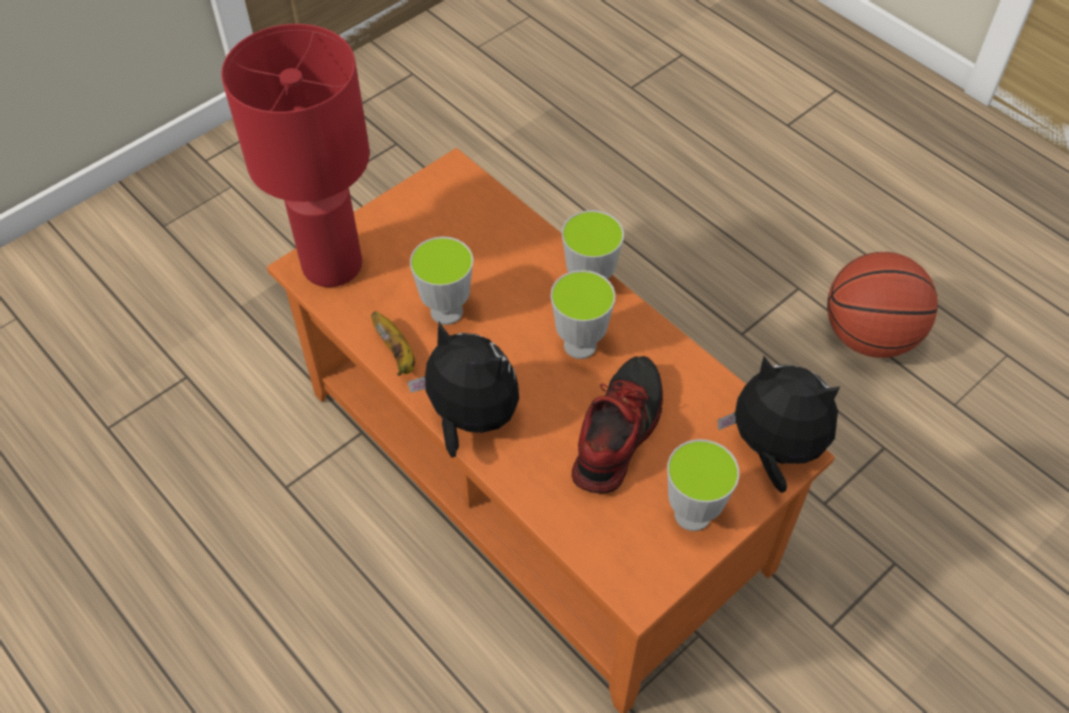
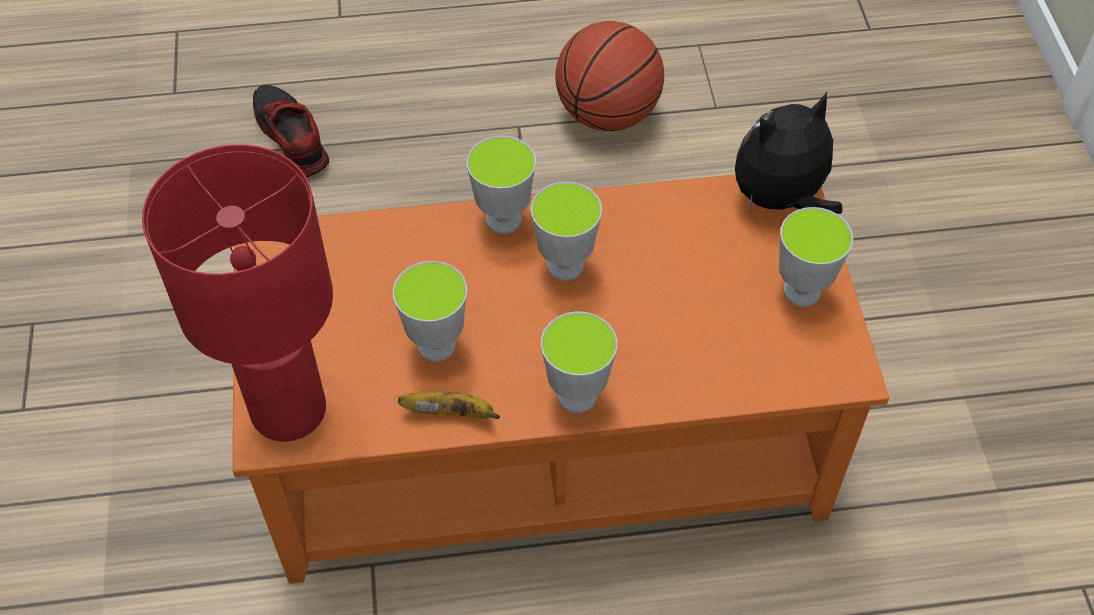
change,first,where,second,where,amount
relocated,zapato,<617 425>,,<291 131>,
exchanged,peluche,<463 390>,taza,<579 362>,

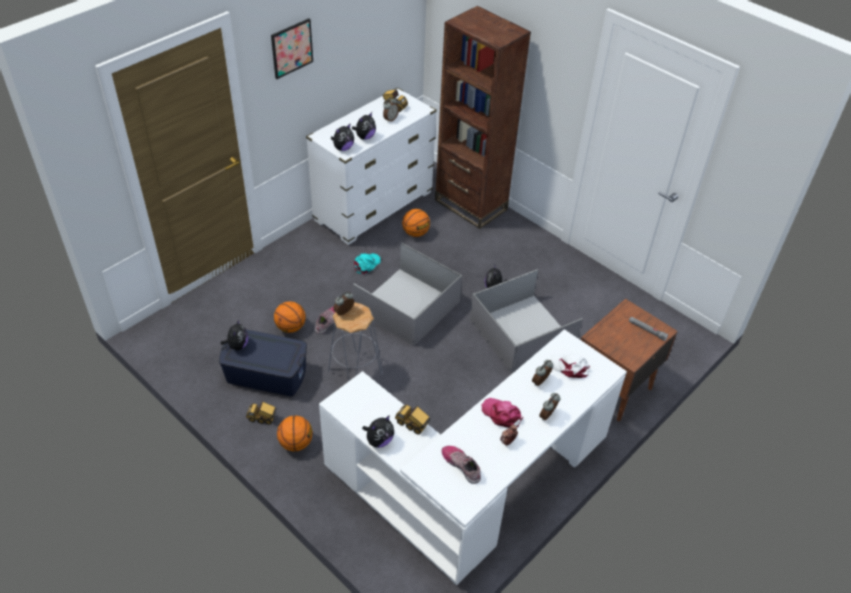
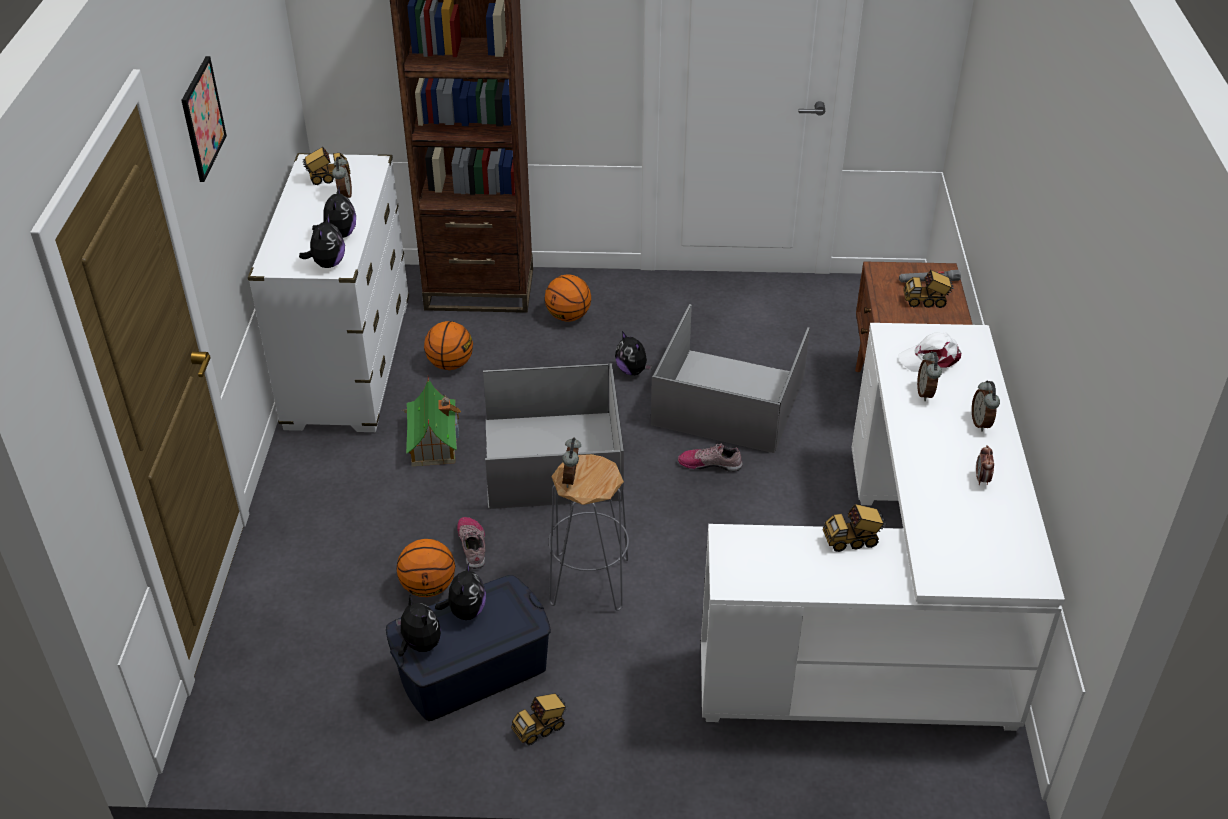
change,first,where,second,where,amount
missing,gorra [rosa],<502 413>,,,
appeared,,,camión de juguete,<928 289>,
relocated,balón de baloncesto,<295 433>,,<568 298>,
relocated,peluche,<378 431>,,<460 591>,
relocated,zapato,<461 465>,,<710 457>,
exchanged,gorra [turquesa],<367 264>,casita,<432 421>,

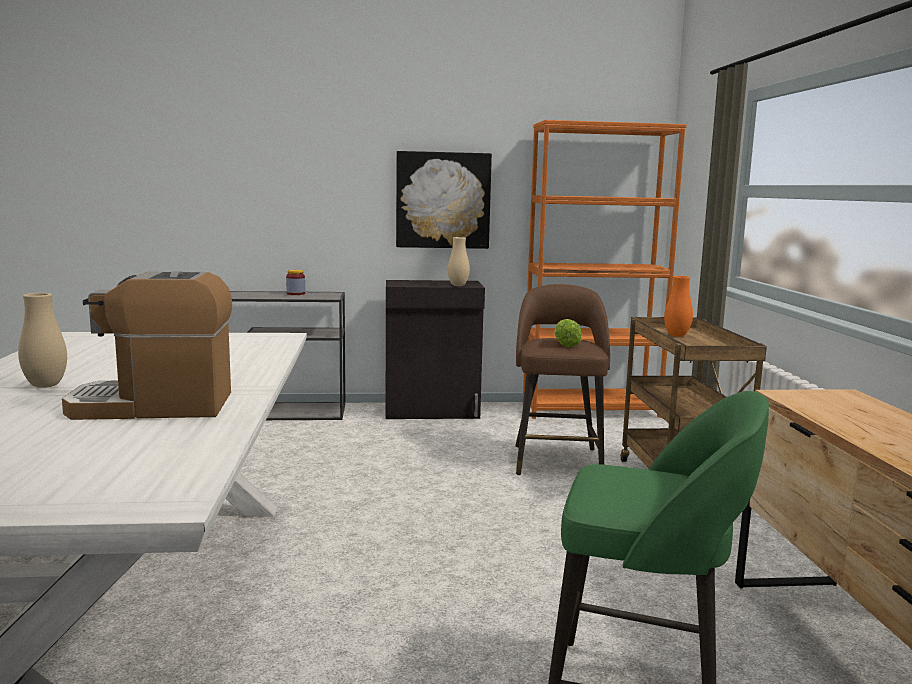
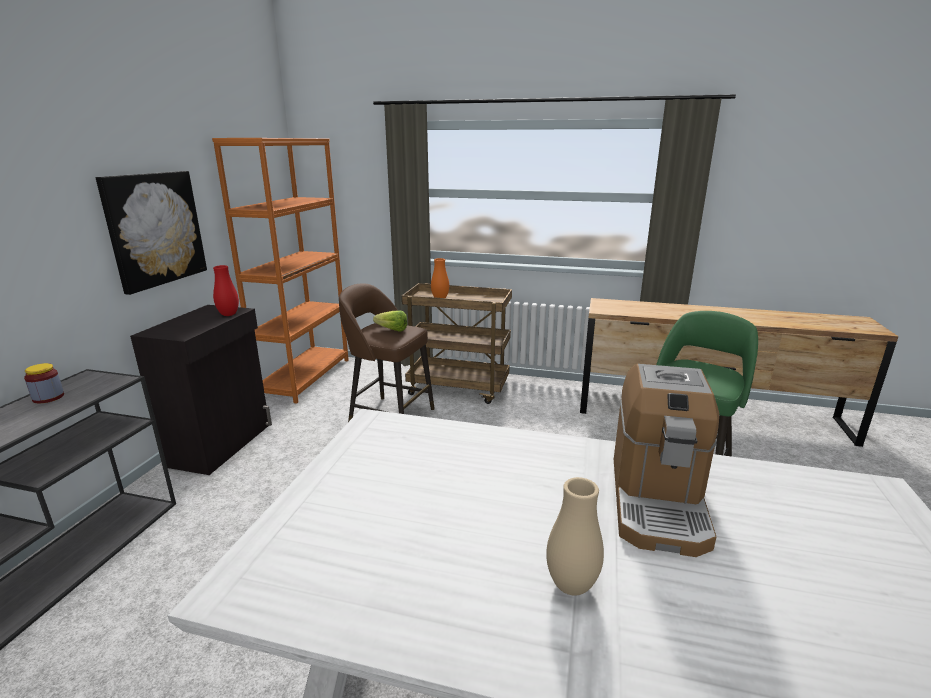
change,first,where,second,where,amount
colour,florero [beis],<459 261>,florero [rojo],<226 290>,

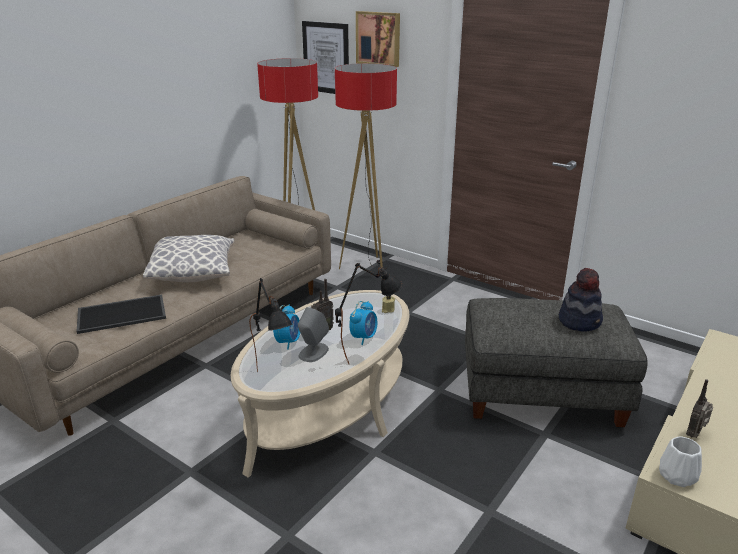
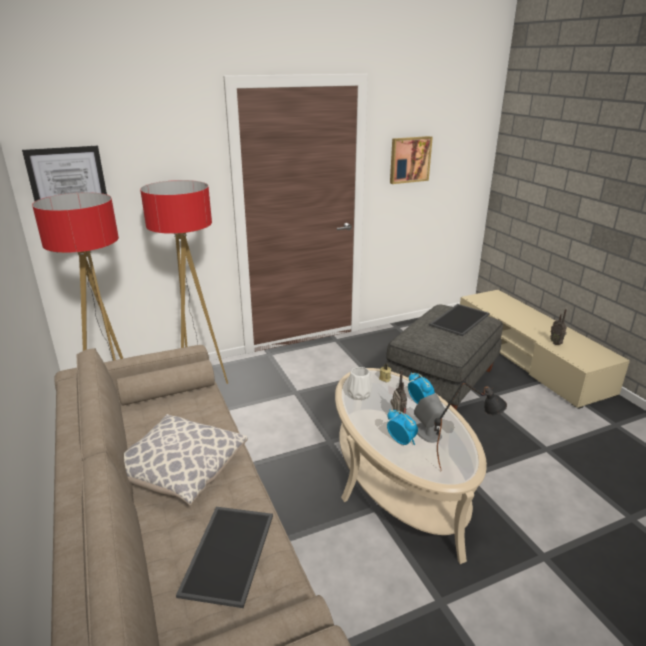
change,first,where,second,where,amount
missing,lámpara de mesa [negro],<368 314>,,,
relocated,cuadro,<378 39>,,<411 160>,
relocated,florero [blanco],<680 461>,,<359 383>,
exchanged,sombrero,<581 300>,bandeja,<459 320>,

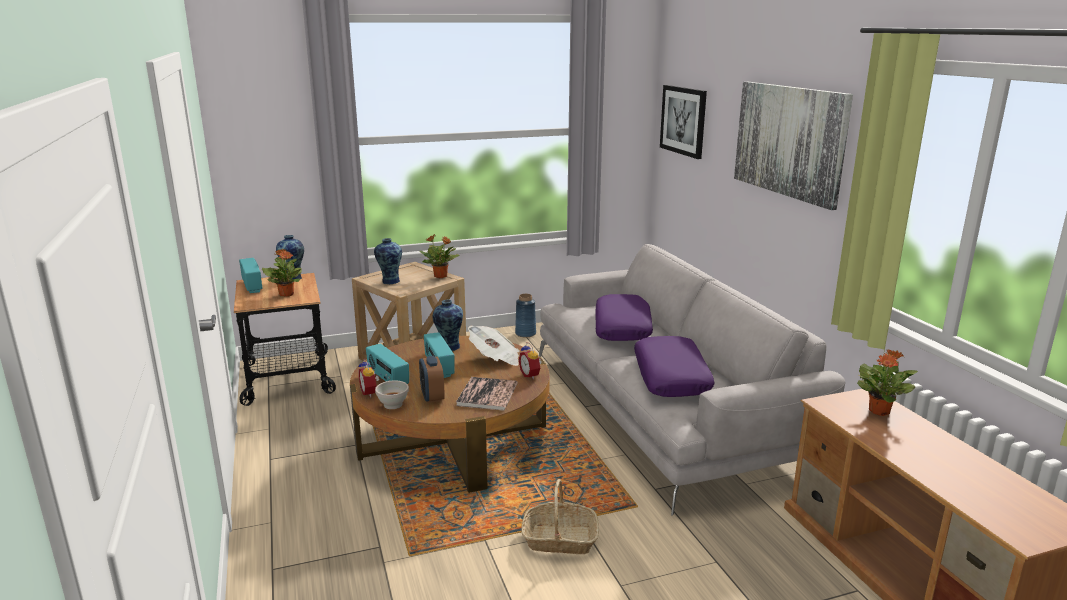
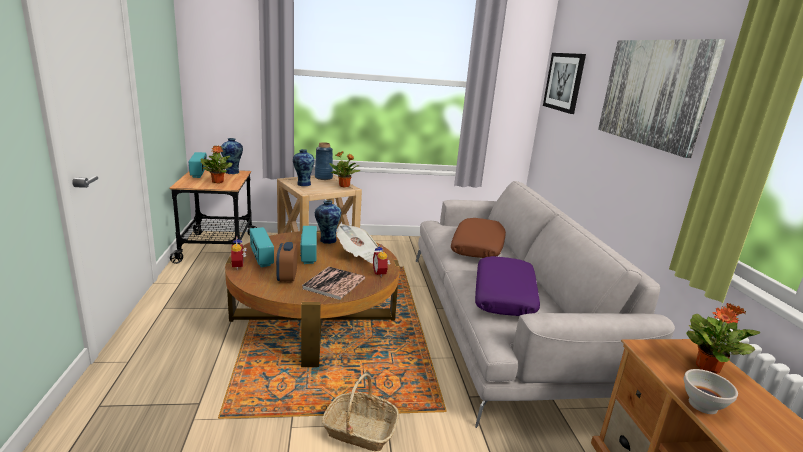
change,first,where,second,where,amount
relocated,cuenco [blanco],<392 394>,,<710 391>,
relocated,florero [azul],<525 316>,,<324 161>,
colour,cojín [morado],<624 317>,cojín [marrón],<478 238>,

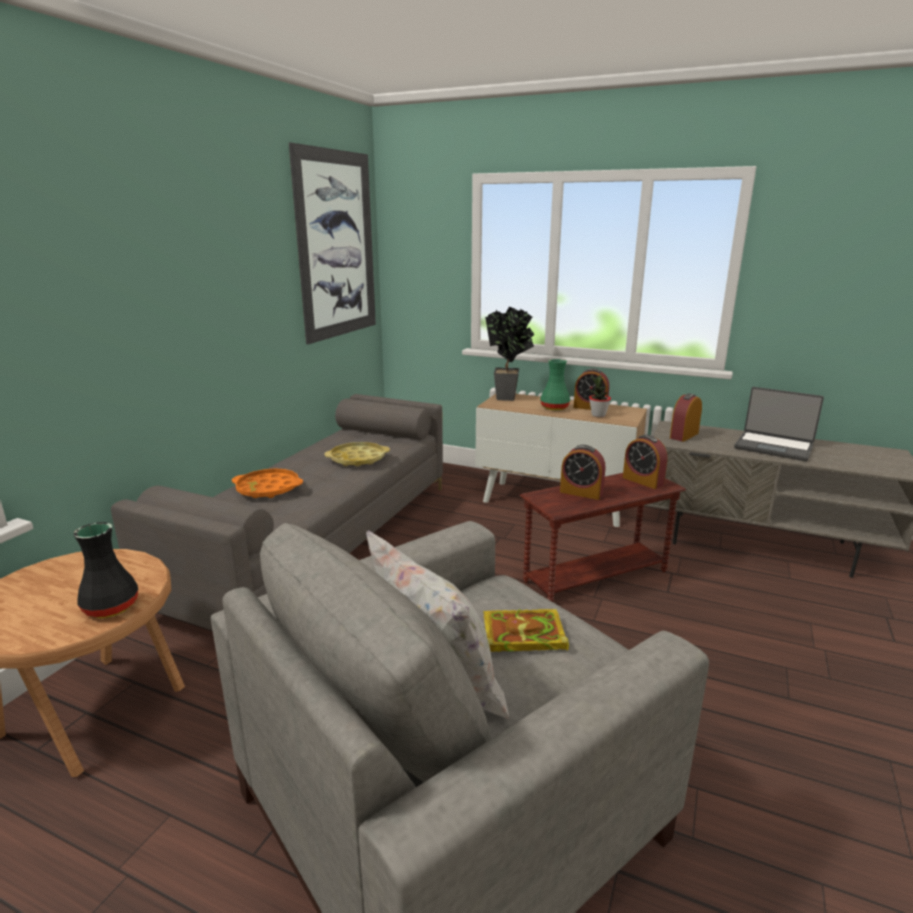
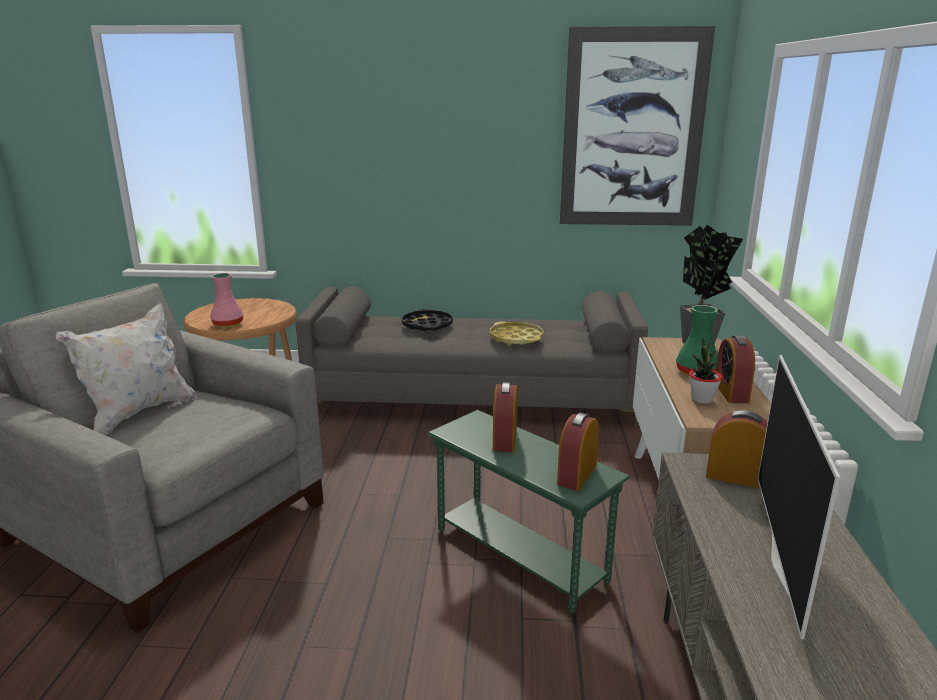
change,first,where,second,where,amount
missing,libro,<526 630>,,,
exchanged,portátil,<779 424>,televisor,<799 497>,
colour,florero [negro],<106 570>,florero [rosa],<227 300>,
colour,bandeja [naranja],<267 483>,bandeja [negro],<427 320>,
colour,mesa auxiliar [marrón],<602 537>,mesa auxiliar [verde],<528 512>,

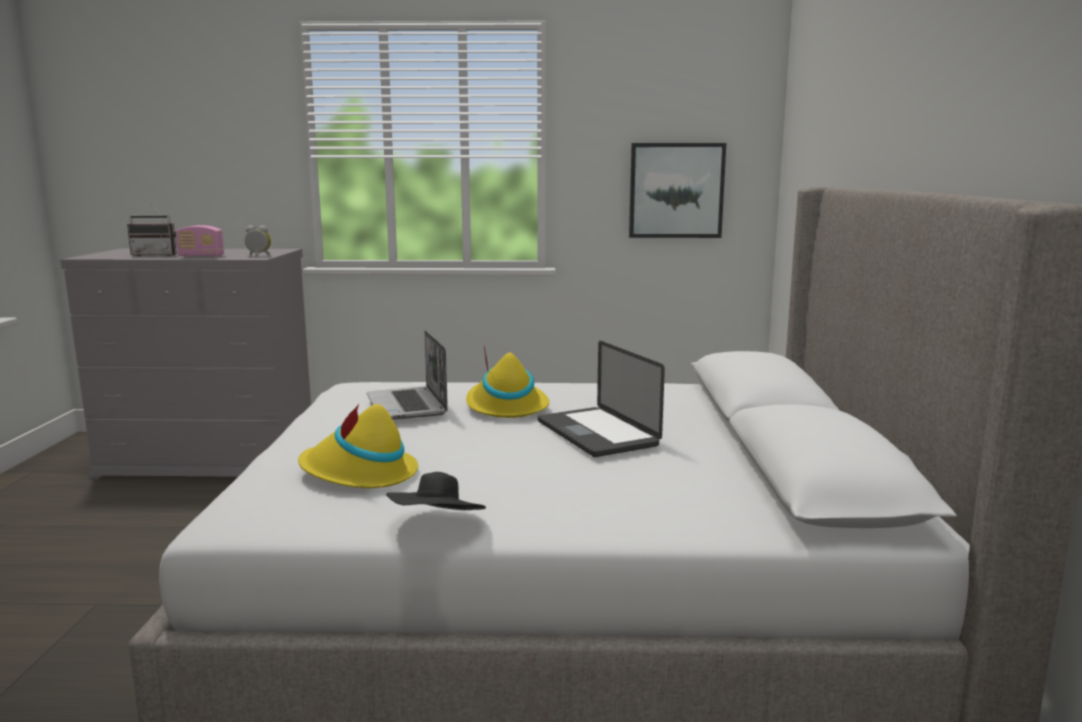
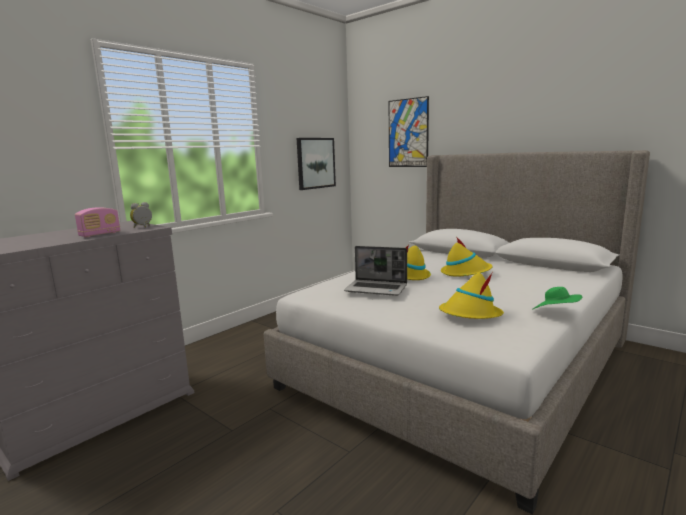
change,first,where,second,where,amount
missing,radio,<152 230>,,,
appeared,,,cuadro,<409 131>,
exchanged,portátil,<601 399>,sombrero [amarillo],<467 257>,
colour,sombrero [negro],<436 491>,sombrero [verde],<557 298>,

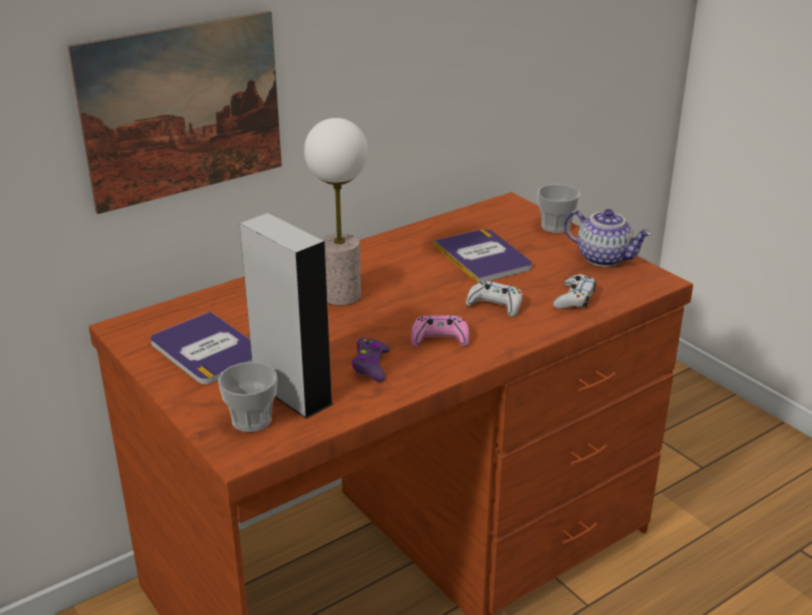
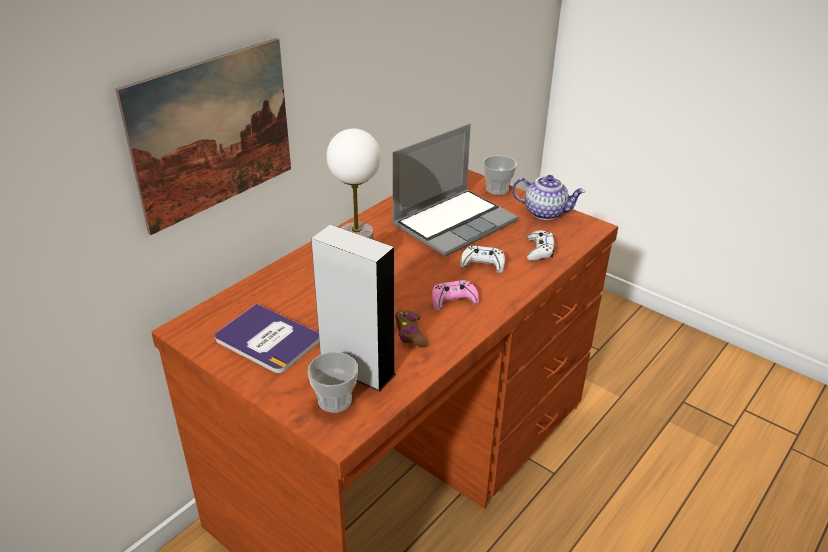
change,first,where,second,where,amount
exchanged,libro,<483 256>,portátil,<455 190>,
colour,mando de consola [morado],<371 359>,mando de consola [marrón],<411 329>,

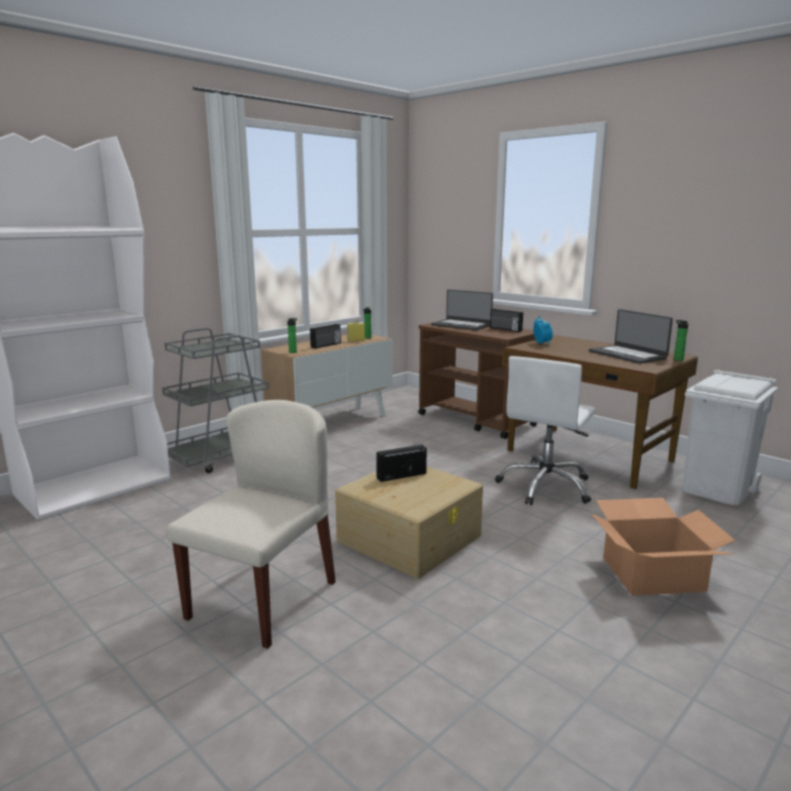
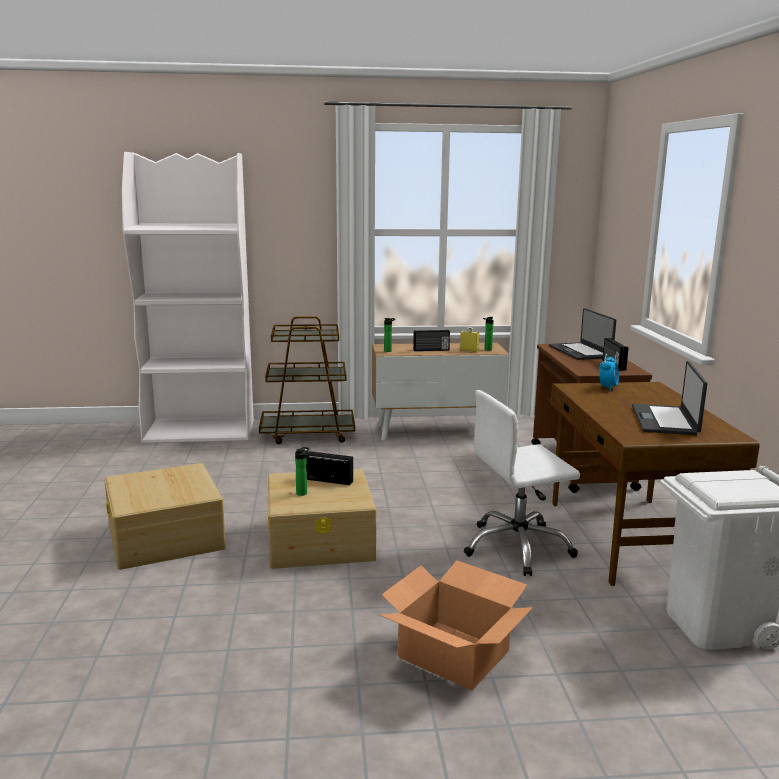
change,first,where,second,where,amount
relocated,botella,<681 340>,,<302 471>,
exchanged,silla [beis],<251 524>,caja de almacenaje [beis],<165 516>,
colour,carrito [gris],<215 400>,carrito [marrón],<307 380>,

